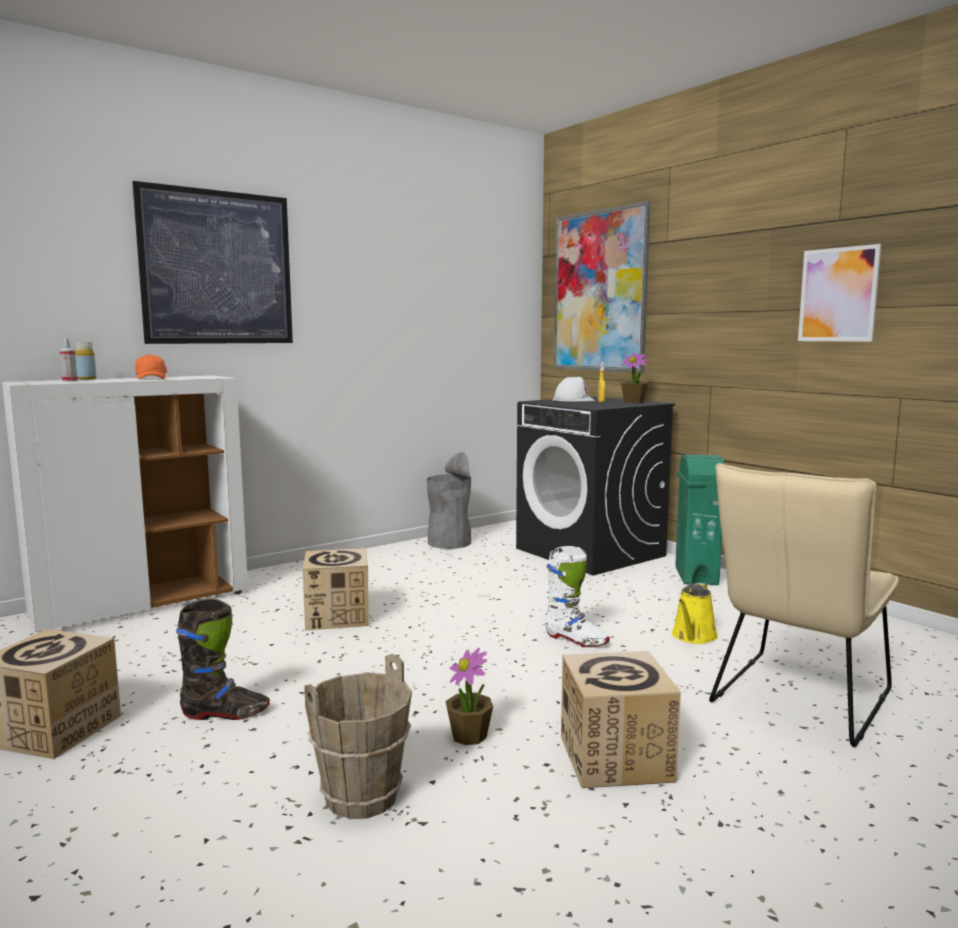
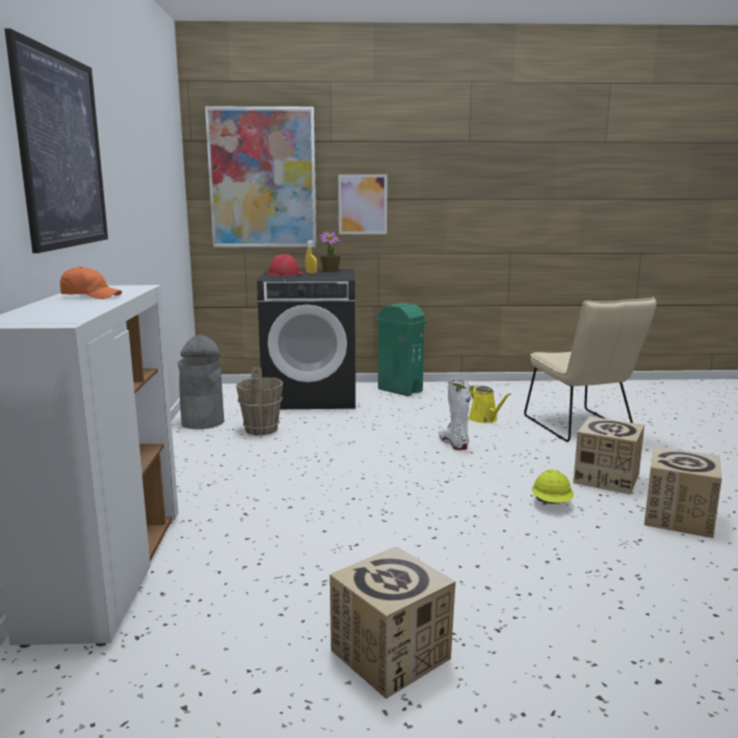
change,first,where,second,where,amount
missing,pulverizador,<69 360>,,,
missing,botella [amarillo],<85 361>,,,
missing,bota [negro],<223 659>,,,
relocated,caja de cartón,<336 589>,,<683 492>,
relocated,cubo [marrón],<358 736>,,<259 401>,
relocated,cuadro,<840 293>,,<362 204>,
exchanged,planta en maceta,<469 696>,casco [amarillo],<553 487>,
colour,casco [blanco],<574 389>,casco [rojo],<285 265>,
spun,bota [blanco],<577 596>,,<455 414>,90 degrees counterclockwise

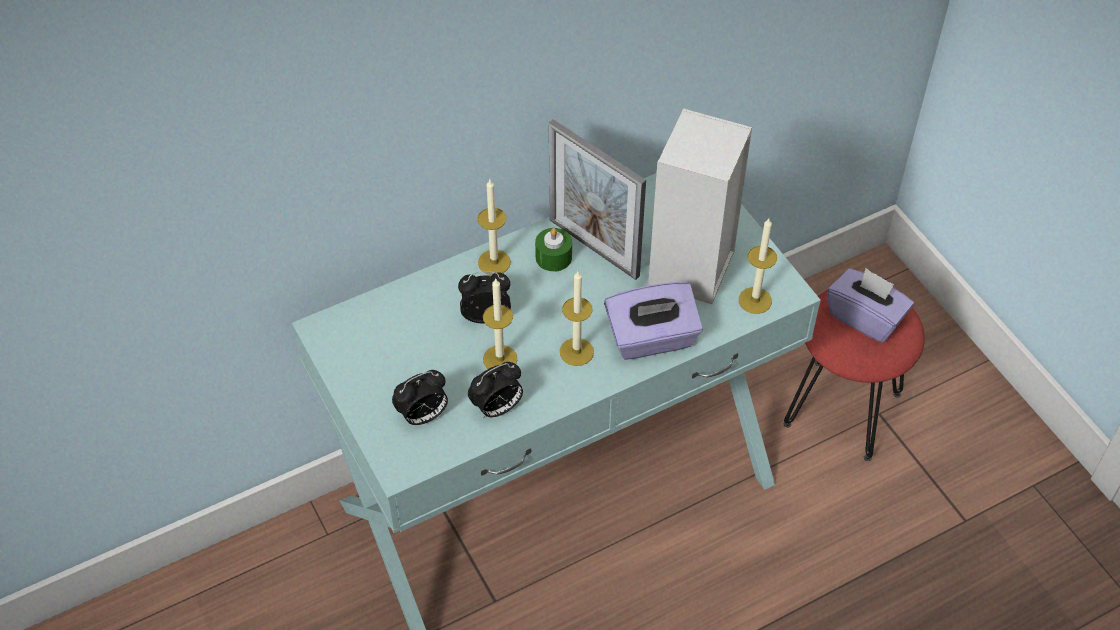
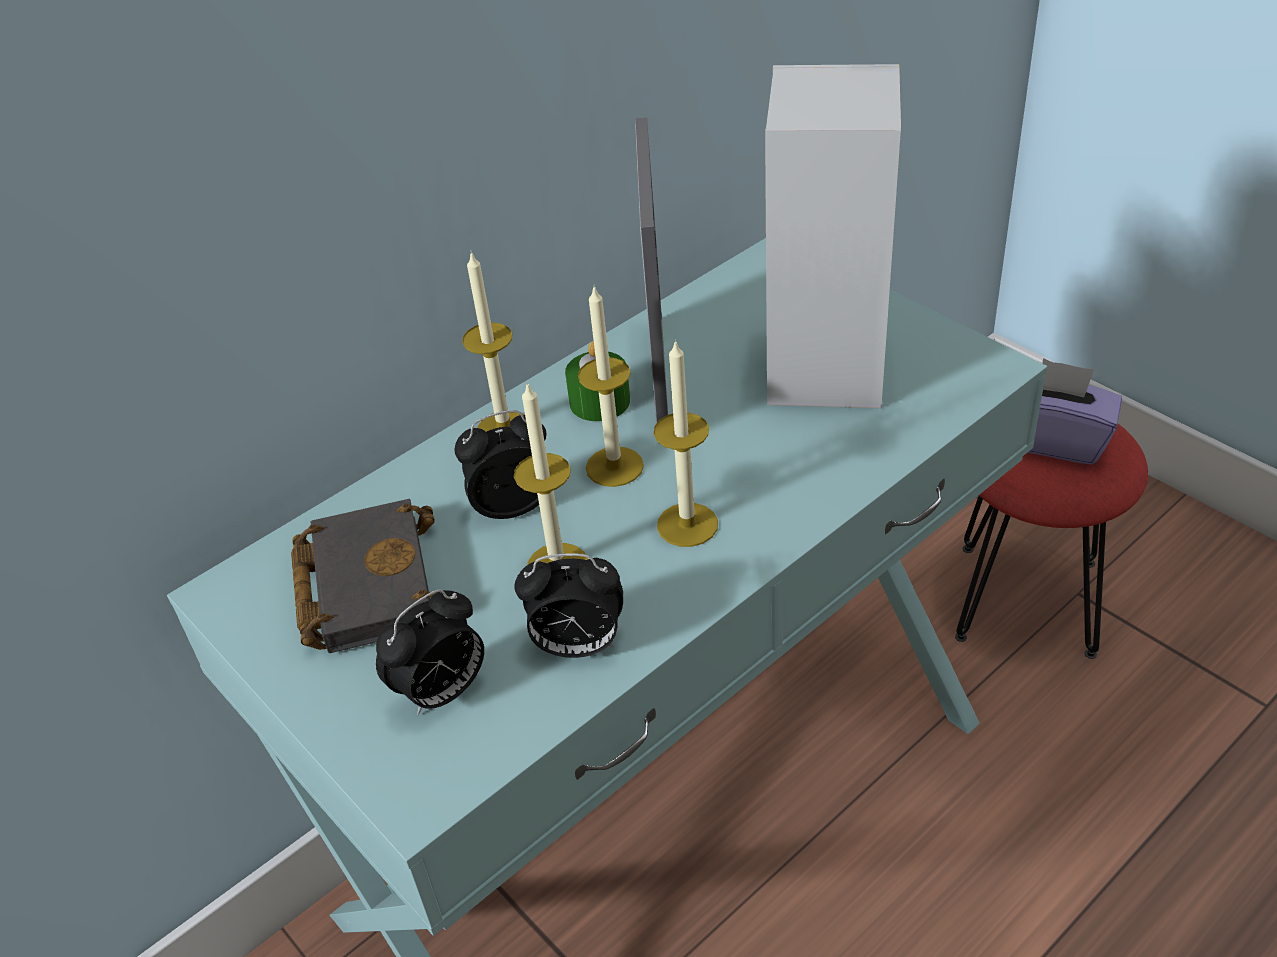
change,first,where,second,where,amount
missing,caja de pañuelos [morado],<653 321>,,,
appeared,,,libro [negro],<363 576>,
relocated,vela,<758 266>,,<611 386>,
spun,despertador,<495 390>,,<568 605>,45 degrees clockwise
spun,portarretratos,<597 199>,,<651 270>,60 degrees clockwise

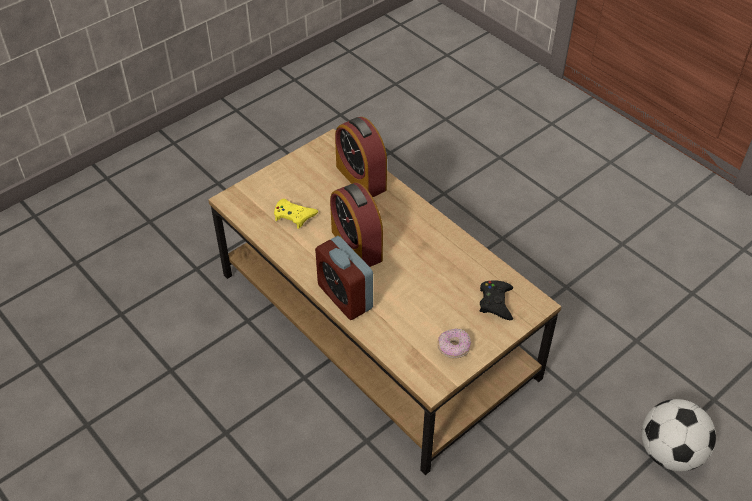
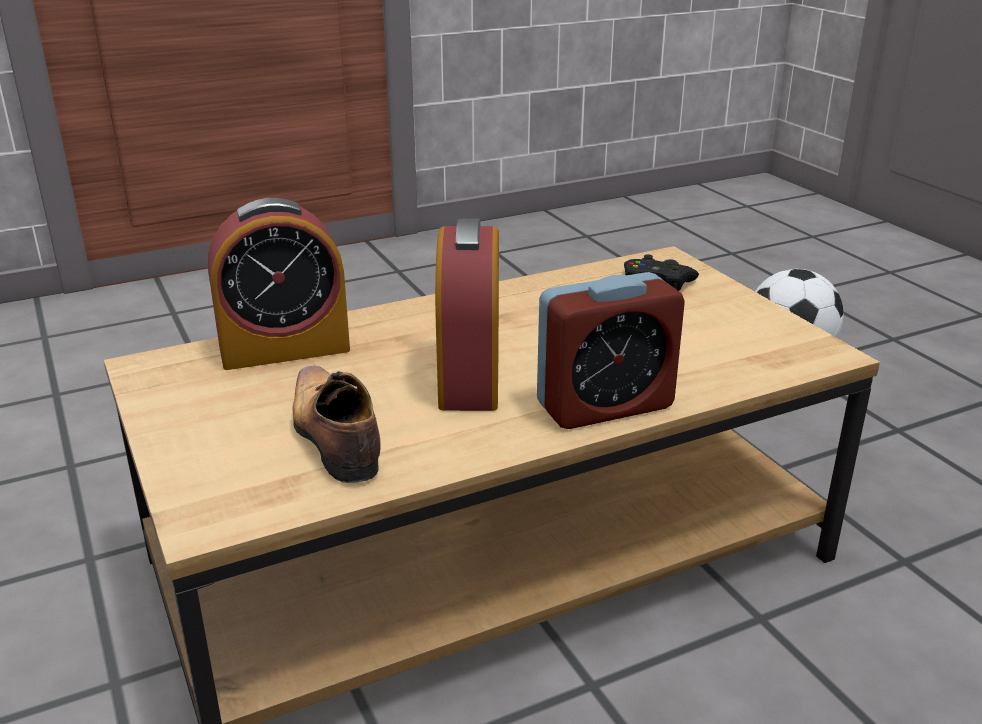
change,first,where,second,where,amount
missing,rosquilla,<454 344>,,,
exchanged,mando de consola [amarillo],<296 214>,zapato,<336 424>,
spun,despertador,<356 225>,,<467 315>,105 degrees clockwise

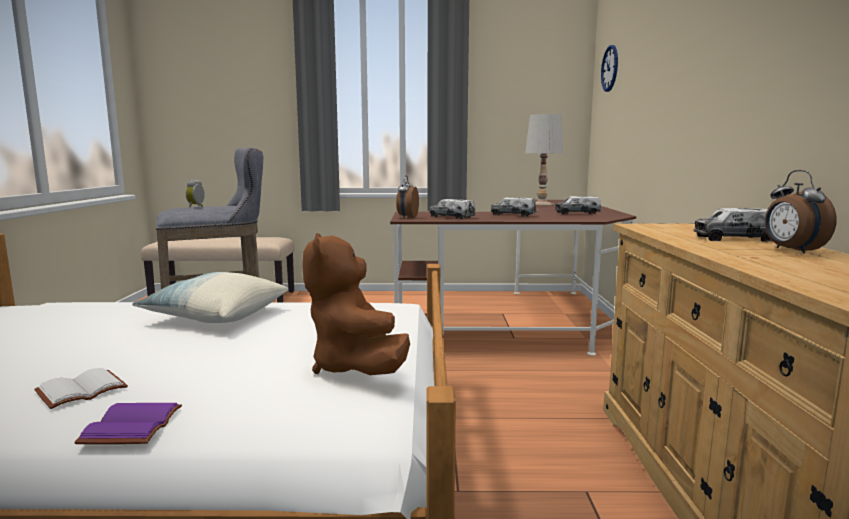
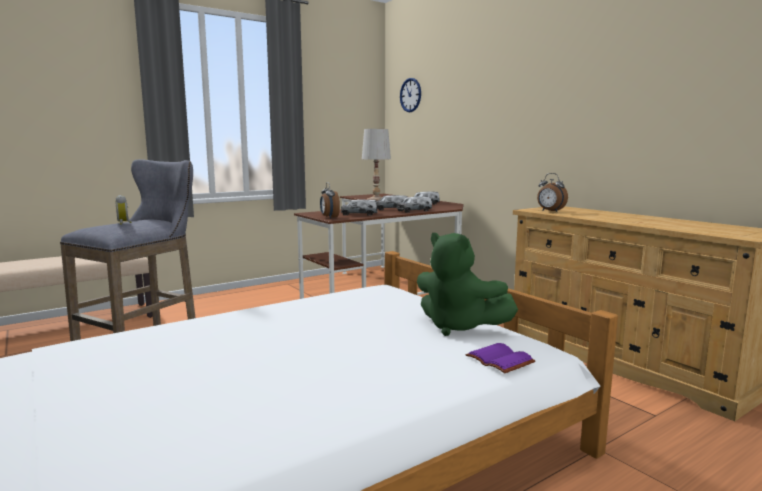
change,first,where,second,where,amount
missing,libro [blanco],<81 388>,,,
missing,cojín,<210 297>,,,
relocated,libro [morado],<128 423>,,<500 358>,
relocated,camión de juguete,<733 225>,,<414 205>,
relocated,despertador,<801 212>,,<552 192>,
colour,peluche [marrón],<356 304>,peluche [verde],<467 284>,

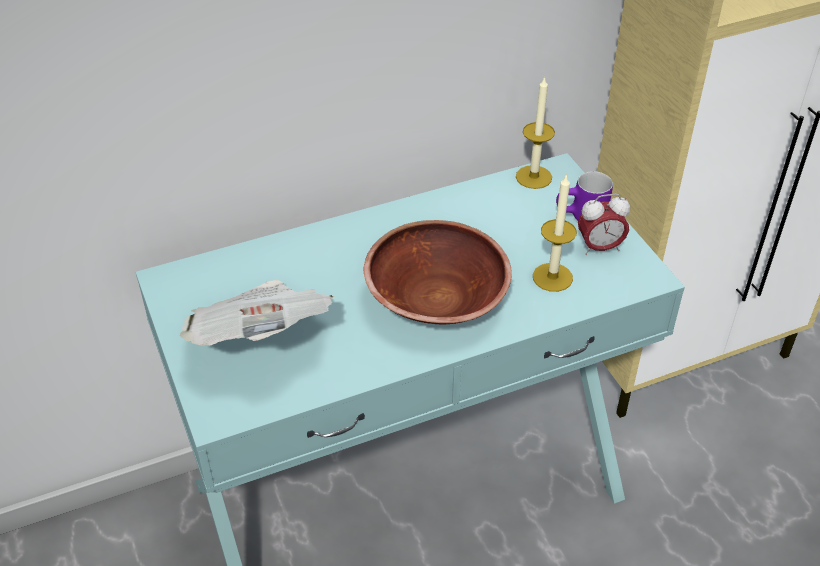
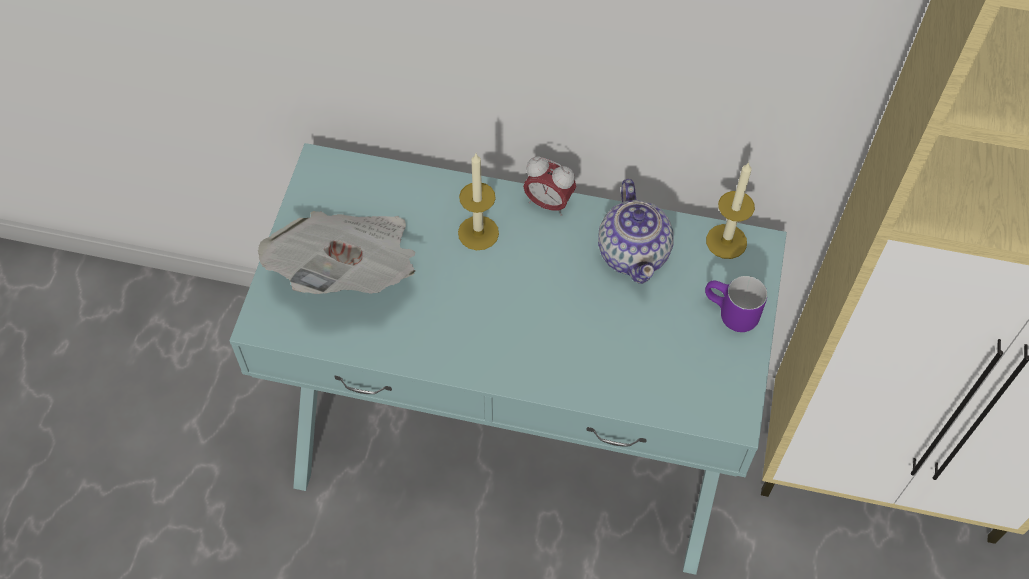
change,first,where,second,where,amount
missing,cuenco [marrón],<438 272>,,,
appeared,,,tetera,<636 231>,
relocated,vela,<555 233>,,<478 202>,
relocated,despertador,<604 224>,,<549 186>,

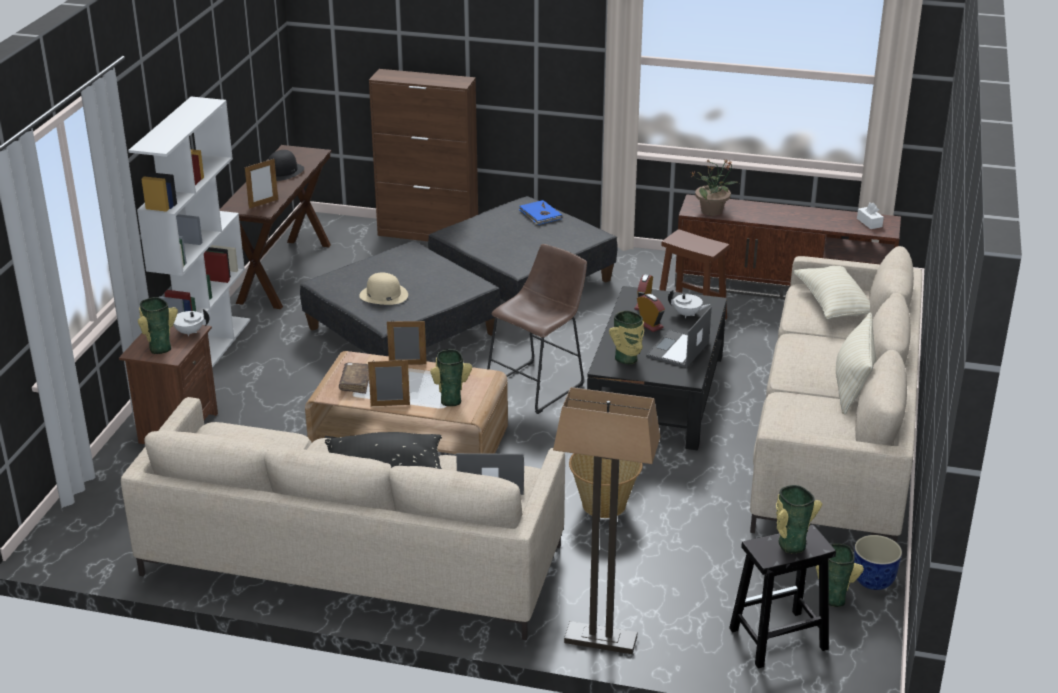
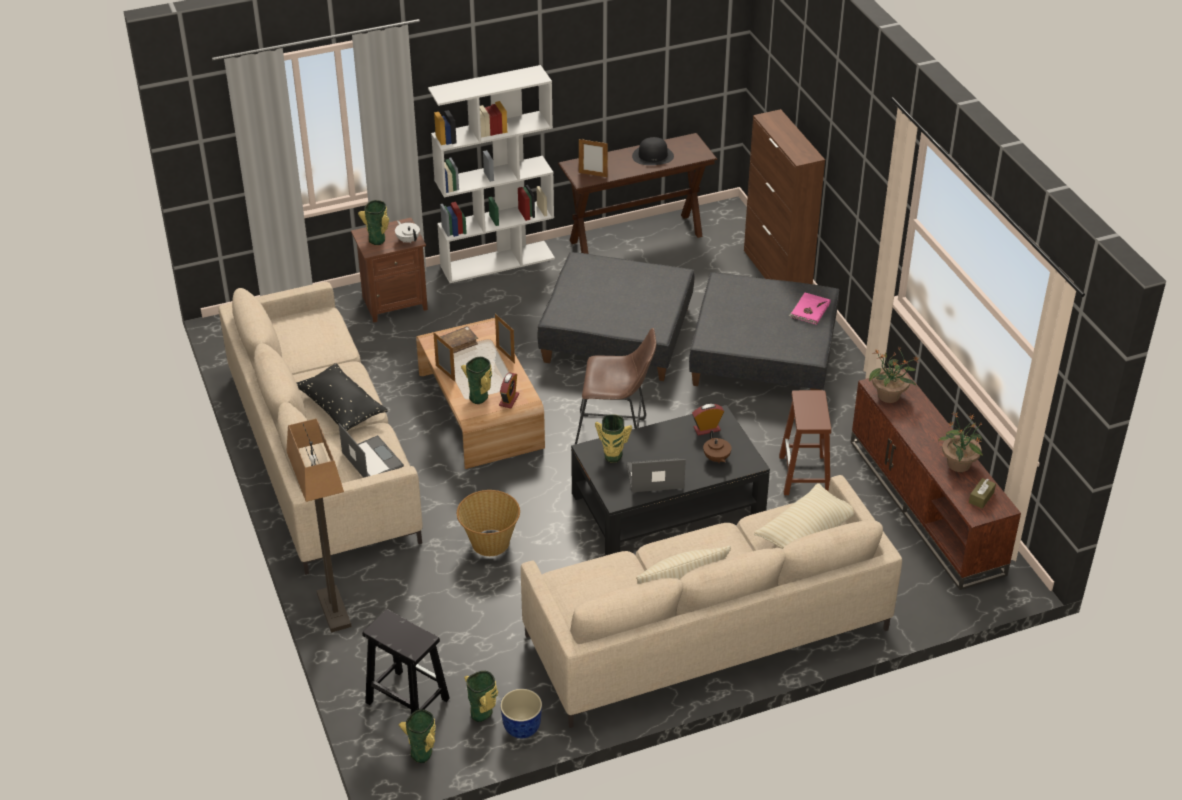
change,first,where,second,where,amount
missing,sombrero [beis],<383 289>,,,
appeared,,,planta en maceta,<960 442>,
relocated,despertador,<651 313>,,<509 390>,
relocated,florero,<799 519>,,<417 736>,
colour,libro [azul],<540 212>,libro [rosa],<810 309>,
colour,tetera [blanco],<689 304>,tetera [marrón],<717 446>,
colour,caja de pañuelos [blanco],<870 215>,caja de pañuelos [marrón],<982 493>,

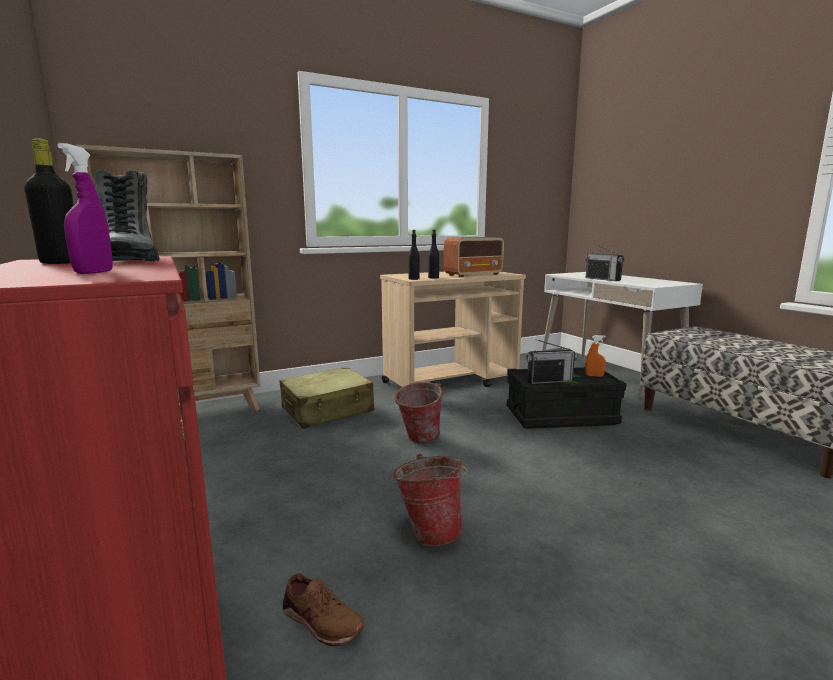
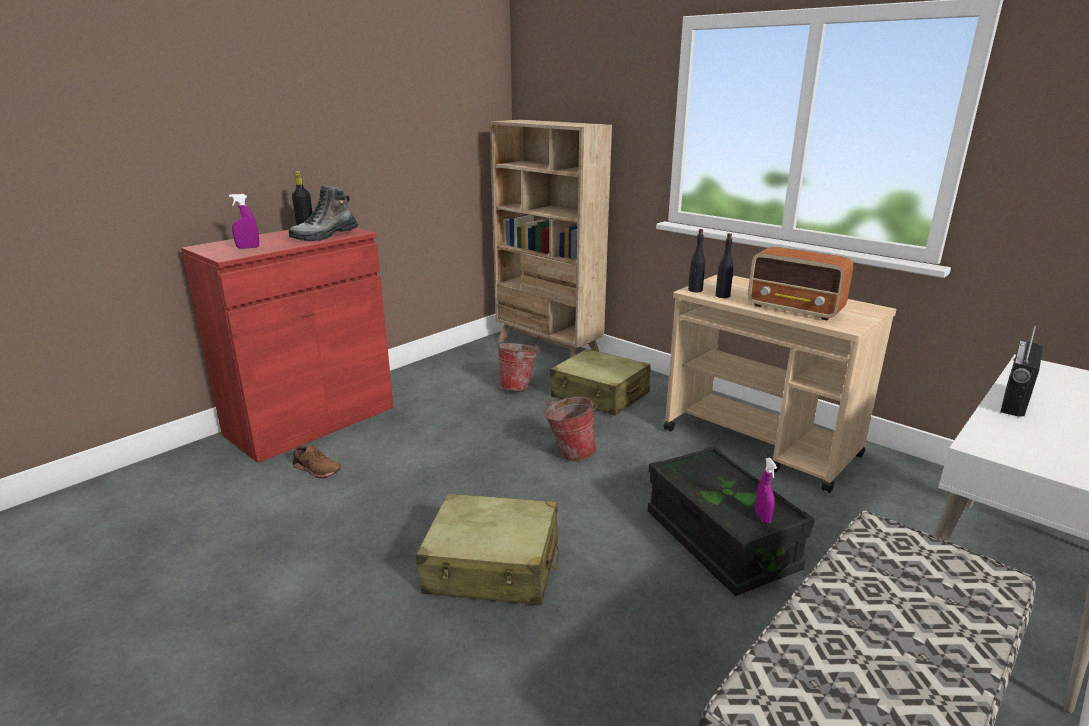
change,first,where,second,where,amount
missing,radio,<551 361>,,,
appeared,,,maleta [beis],<488 550>,
relocated,cubo,<430 500>,,<518 367>,
colour,pulverizador [naranja],<596 356>,pulverizador [morado],<766 491>,
spun,zapato [marrón],<323 609>,,<317 461>,75 degrees counterclockwise

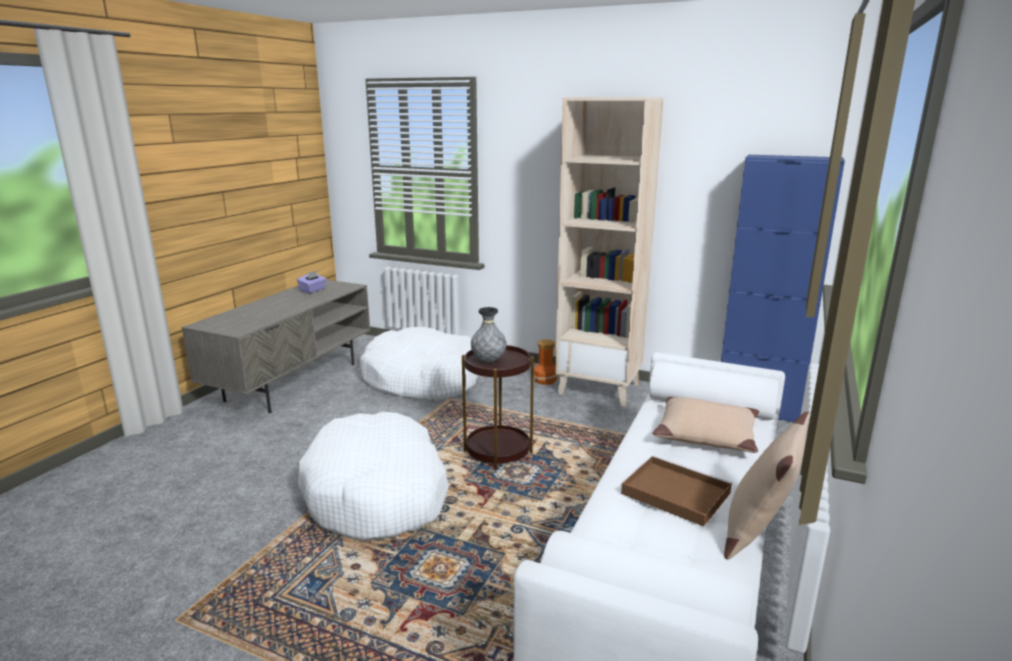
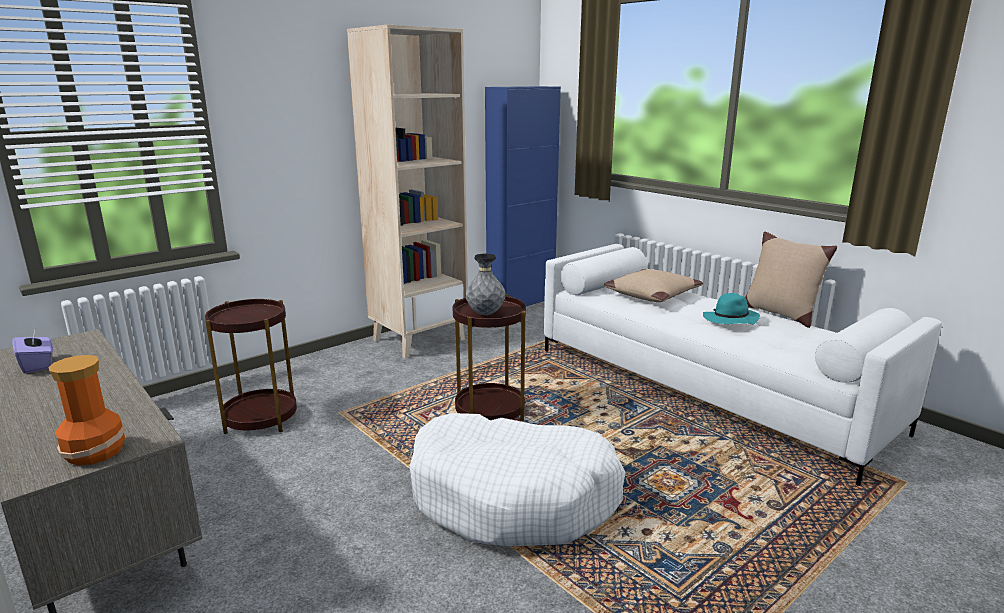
change,first,where,second,where,amount
relocated,florero,<545 362>,,<87 410>,
exchanged,cama para perro [blanco],<419 364>,mesa auxiliar [marrón],<251 366>,
exchanged,bandeja [marrón],<676 490>,sombrero [turquesa],<731 309>,

